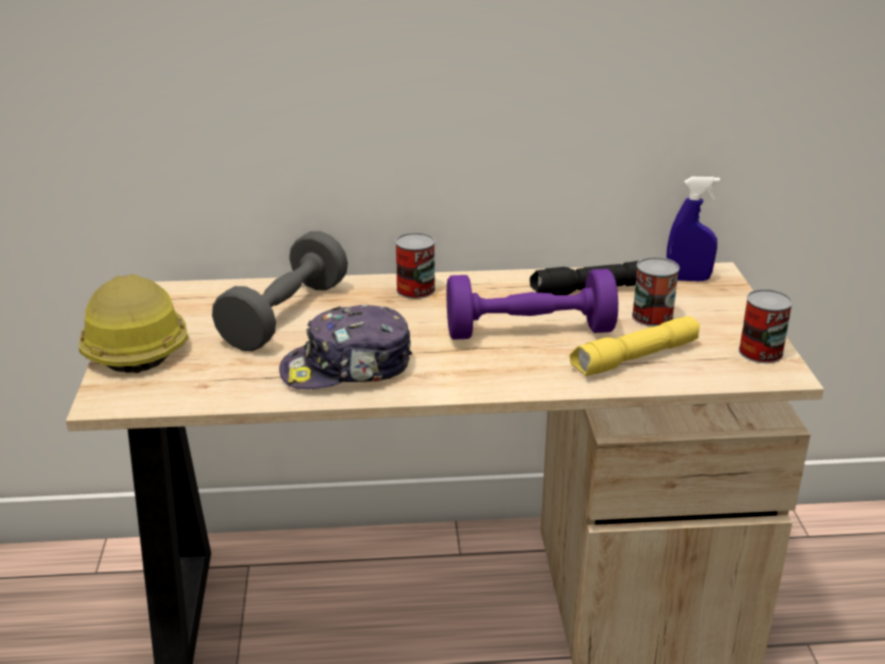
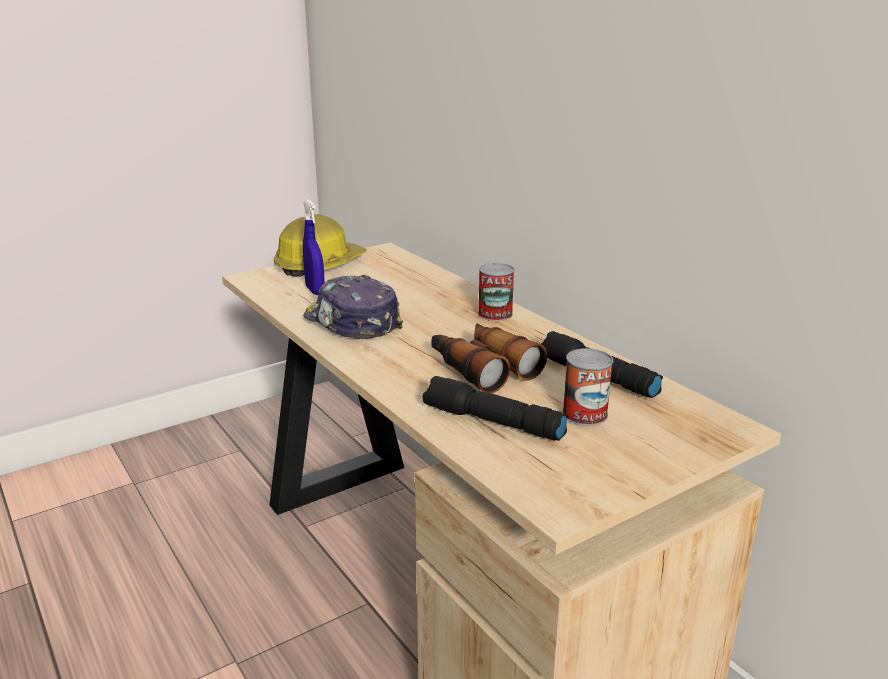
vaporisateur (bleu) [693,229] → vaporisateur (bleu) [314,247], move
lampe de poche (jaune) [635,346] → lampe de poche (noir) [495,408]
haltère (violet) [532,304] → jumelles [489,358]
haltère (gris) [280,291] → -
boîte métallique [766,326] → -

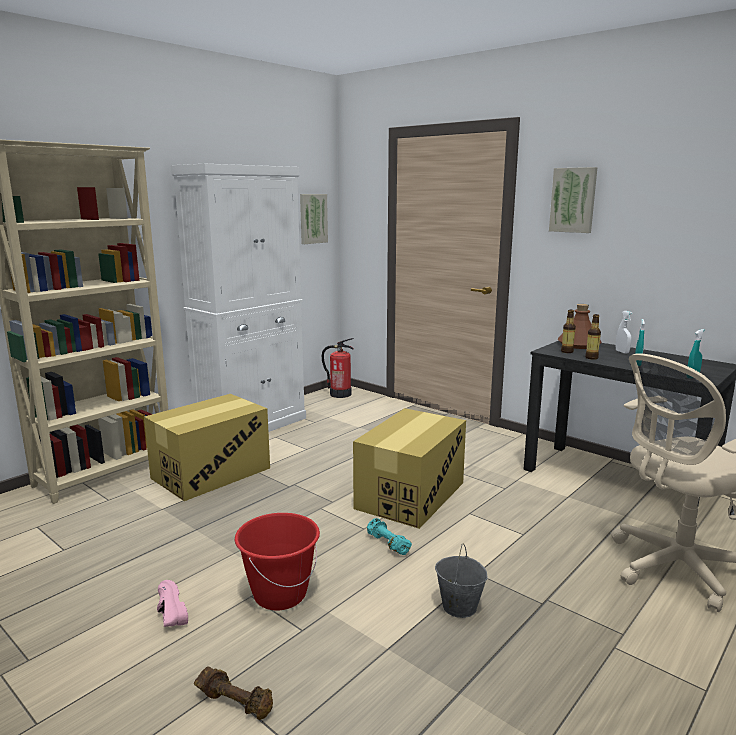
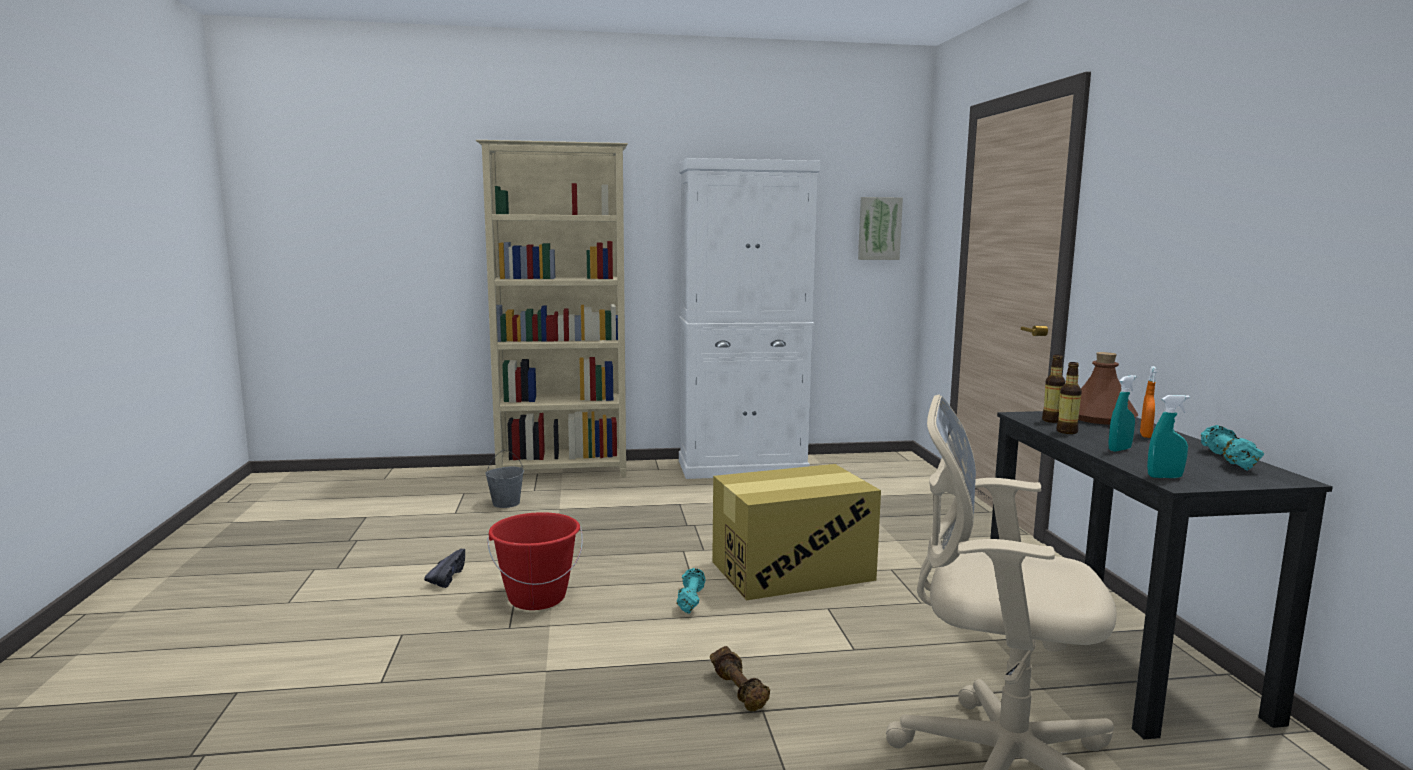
chaussure (rose) [172,603] → chaussure (noir) [444,568]
seau (gris) [461,580] → seau (gris) [504,479], move
haltère (marron) [233,693] → haltère (marron) [740,678], move
vaporisateur (blanc) [624,332] → vaporisateur (orange) [1148,402]
- → haltère (turquoise) [1232,448]
carton [207,447] → -
extincteur [338,368] → -
tableau [573,200] → -

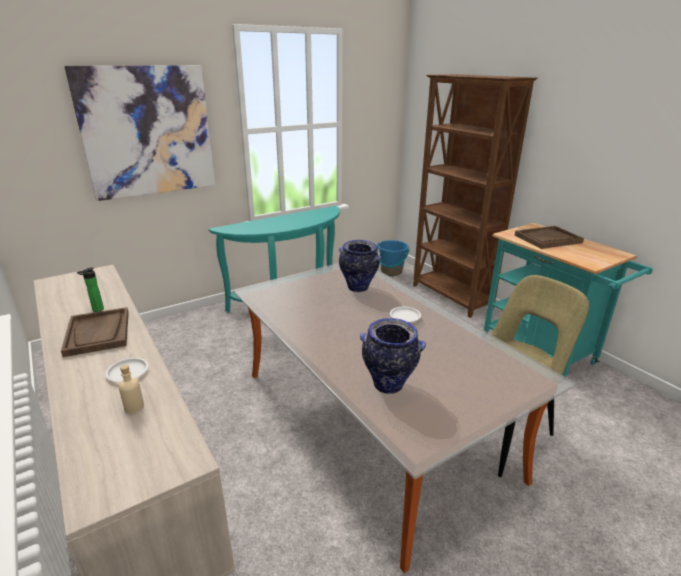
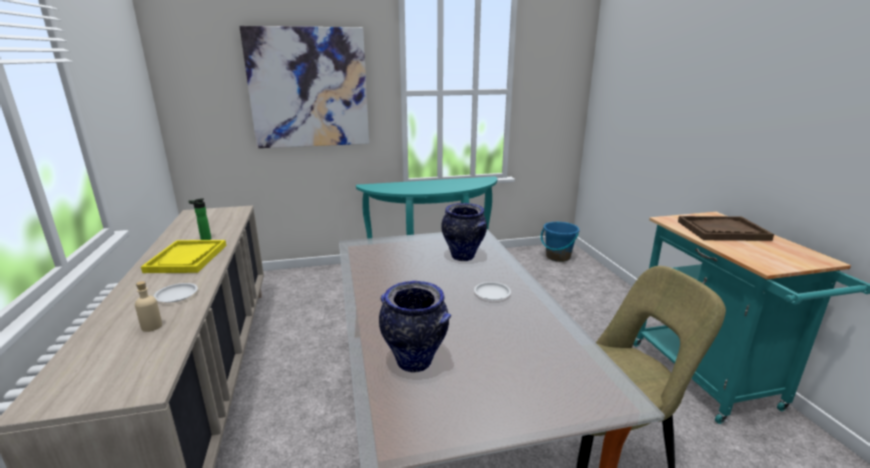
plateau (marron) [95,332] → plateau (jaune) [183,256]
bibliothèque (marron) [475,196] → -

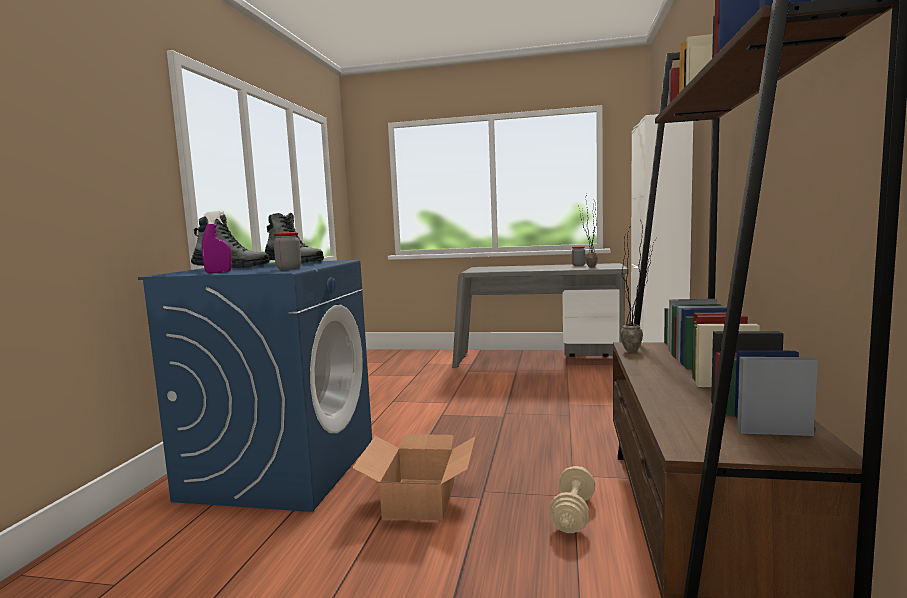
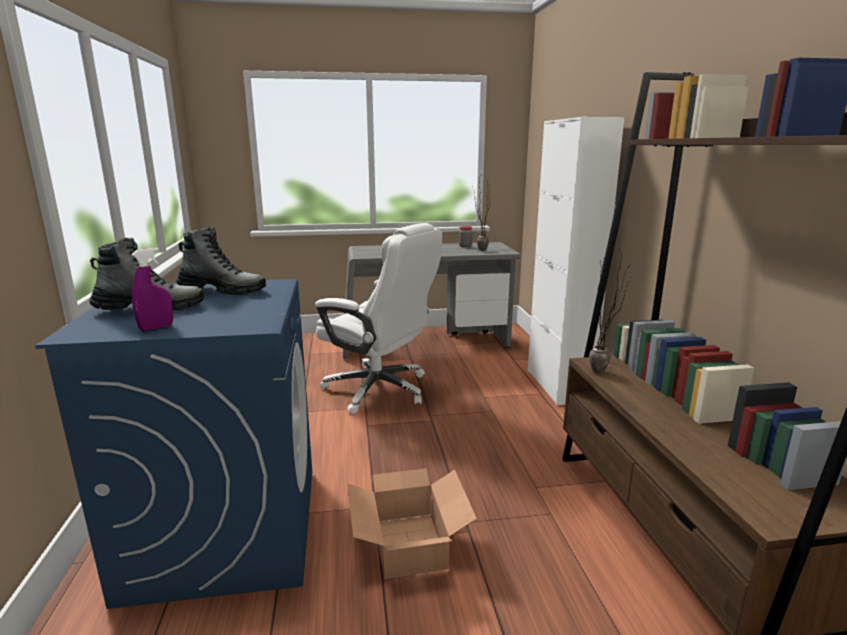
- → chaise de bureau (blanc) [378,318]
bocal [287,251] → -
haltère (beige) [572,499] → -

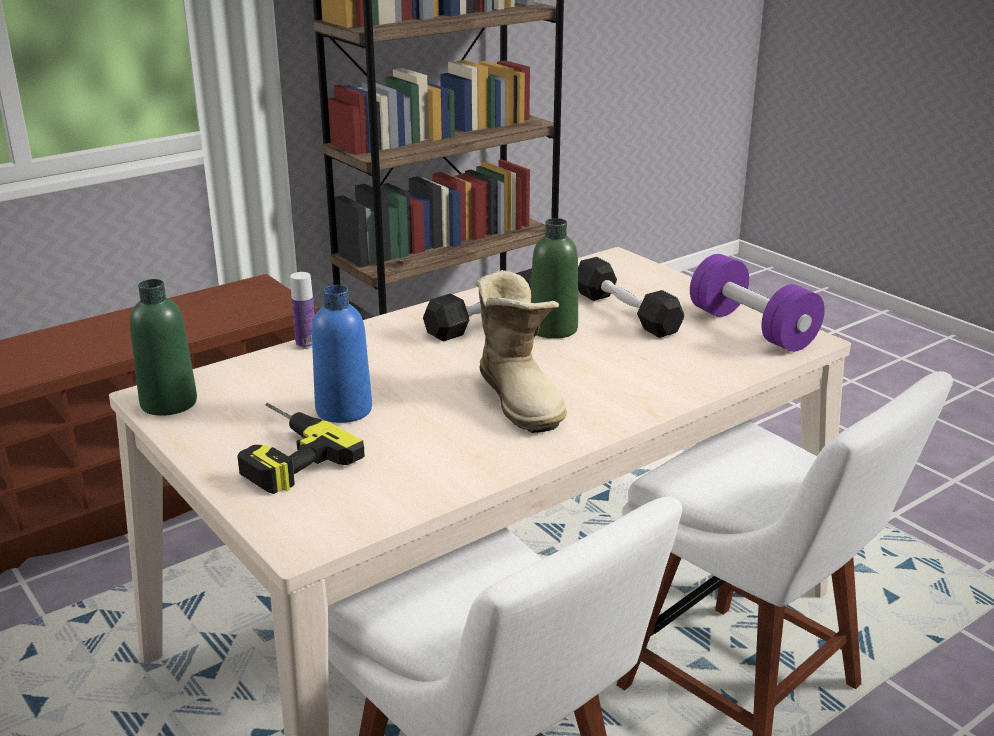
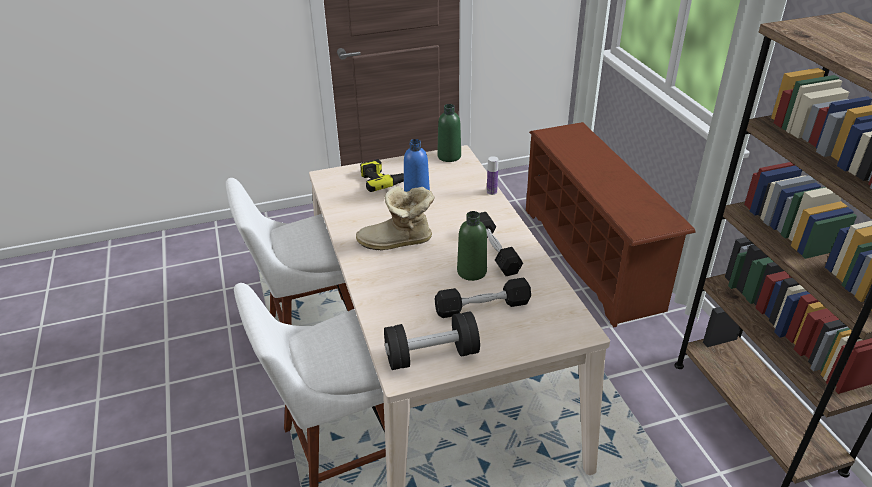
haltère (violet) [757,303] → haltère (noir) [432,341]

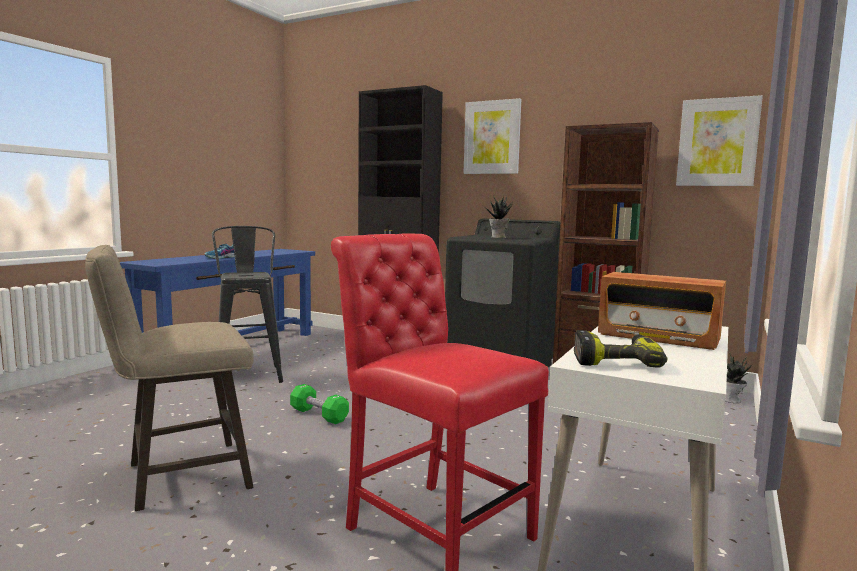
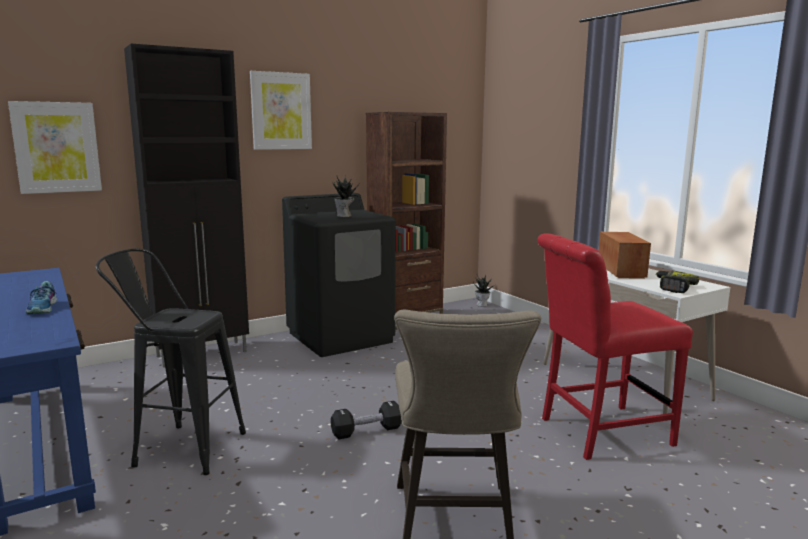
tableau [719,140] → tableau [55,147], move
haltère (vert) [319,404] → haltère (noir) [366,420]
radio [662,311] → radio [625,255], 60 degrees counterclockwise

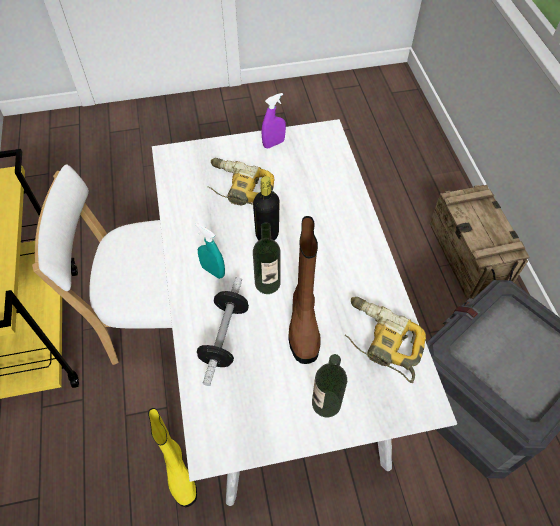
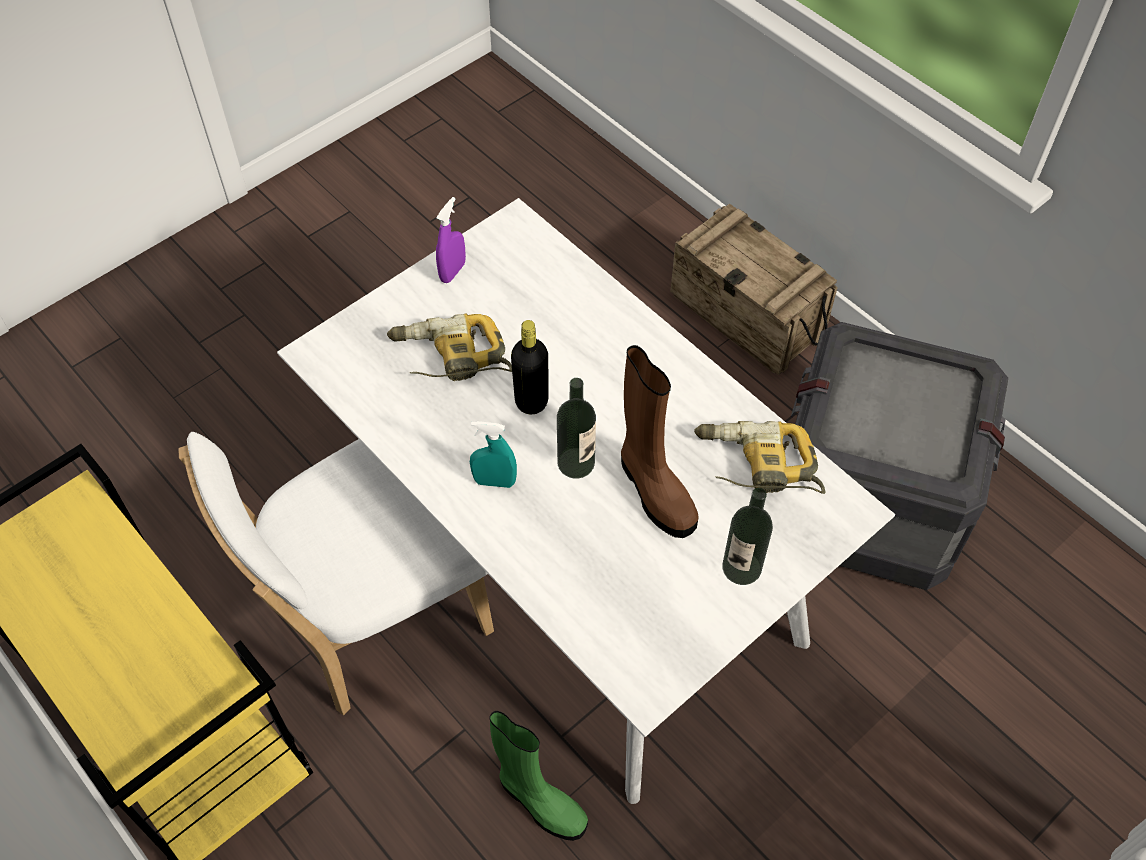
botte (jaune) [172,457] → botte (vert) [539,776]
haltère [223,331] → -

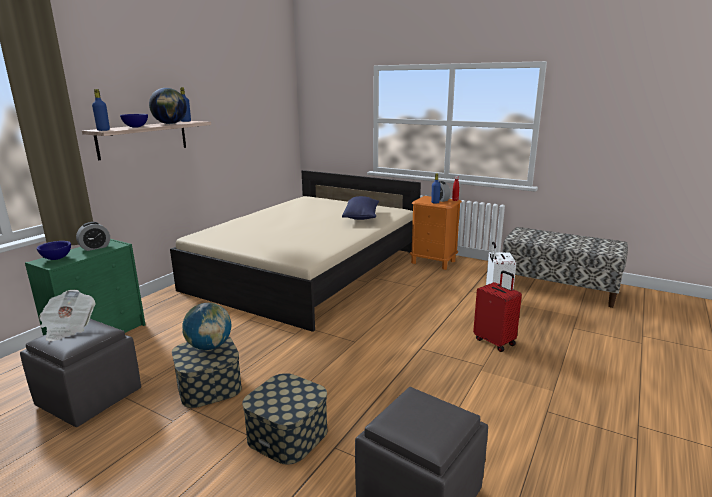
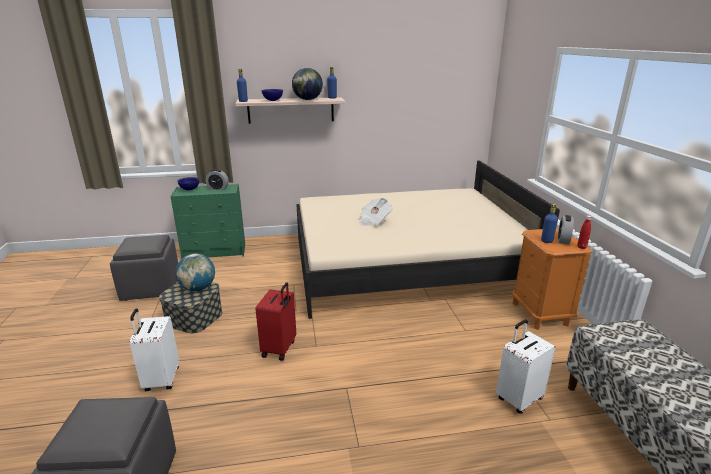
boîte de rangement [284,418] → valise (blanc) [154,349]
valise (rouge) [497,311] → valise (rouge) [276,321], move
journal [67,315] → journal [376,212], move
coussin (bleu) [360,208] → -

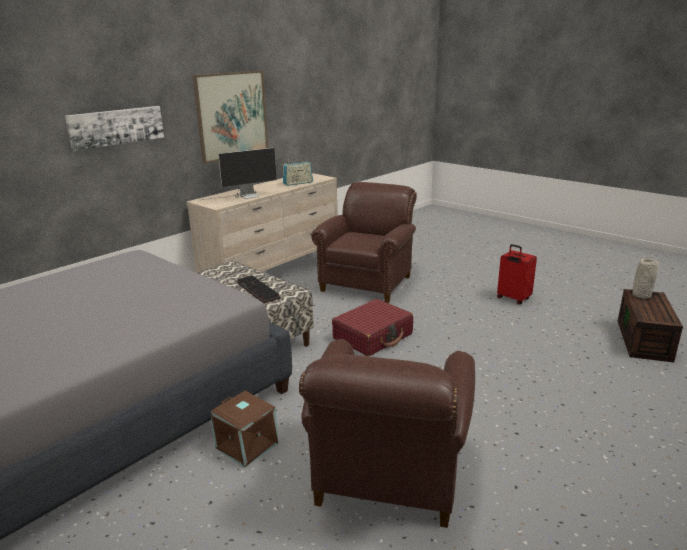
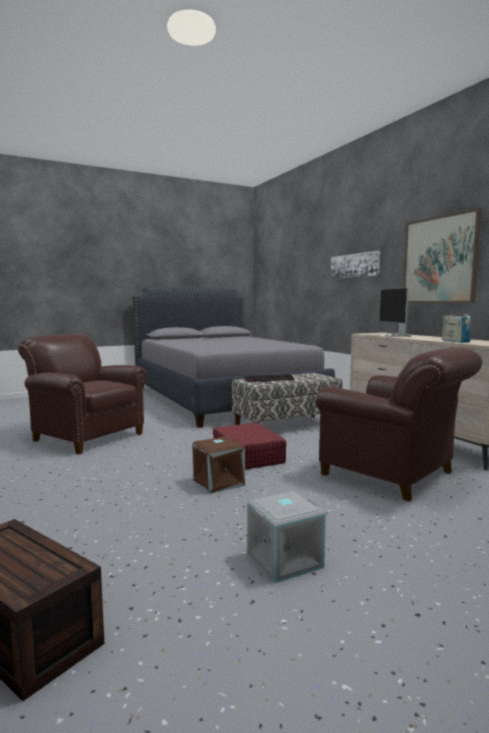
boîte de rangement (marron) [244,429] → boîte de rangement (marron) [218,465], move
valise (rouge) [517,274] → boîte de rangement (gris) [286,537]
vase (gris) [646,278] → -

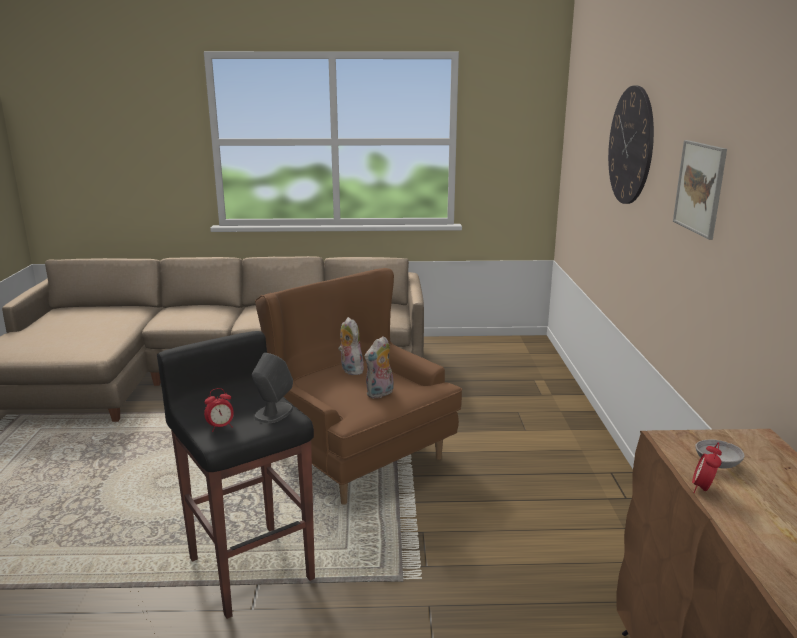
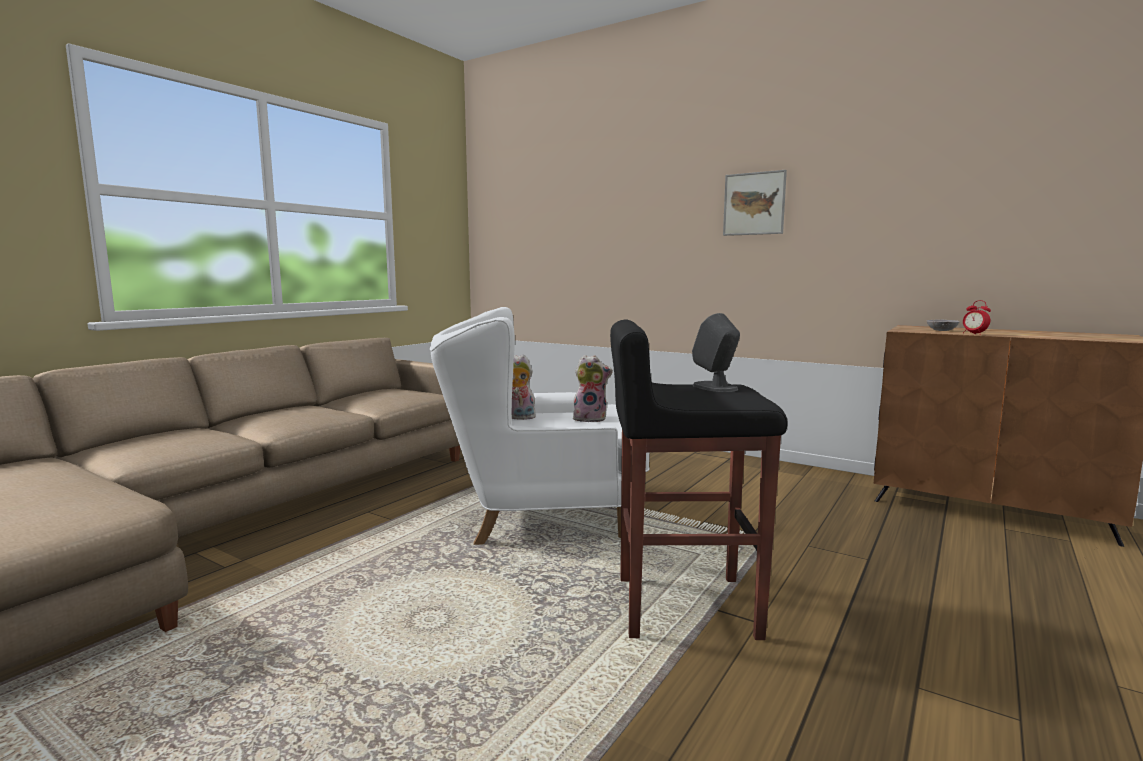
fauteuil (marron) [358,386] → fauteuil (blanc) [539,426]
peluche [379,367] → peluche [593,388], 75 degrees counterclockwise
réveil [219,410] → -
horloge murale [631,145] → -

